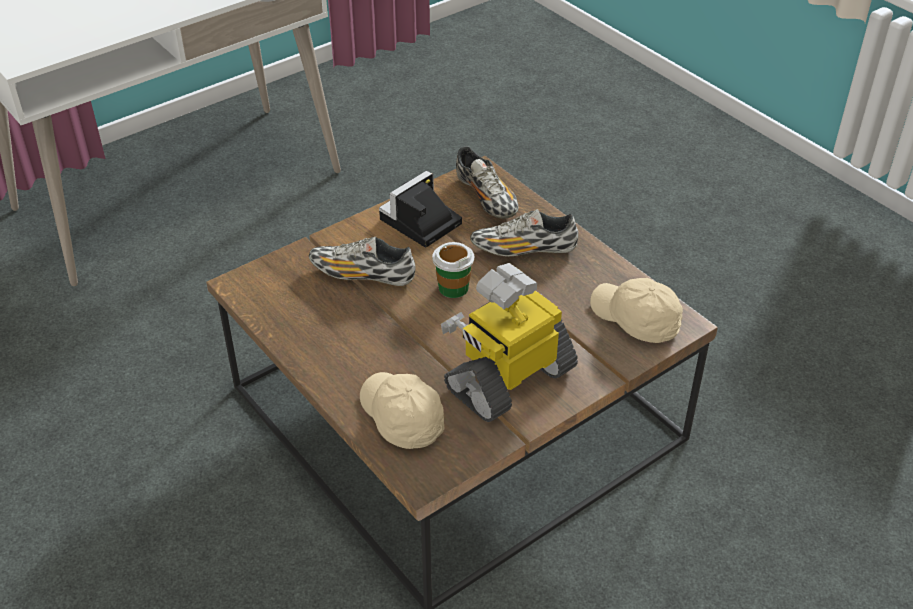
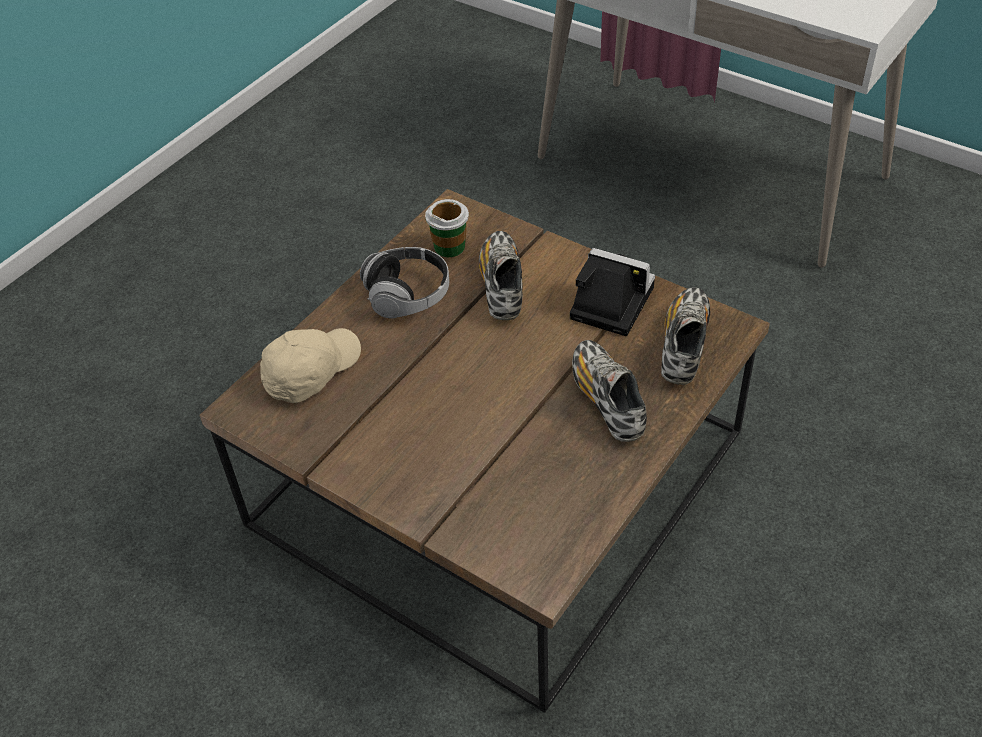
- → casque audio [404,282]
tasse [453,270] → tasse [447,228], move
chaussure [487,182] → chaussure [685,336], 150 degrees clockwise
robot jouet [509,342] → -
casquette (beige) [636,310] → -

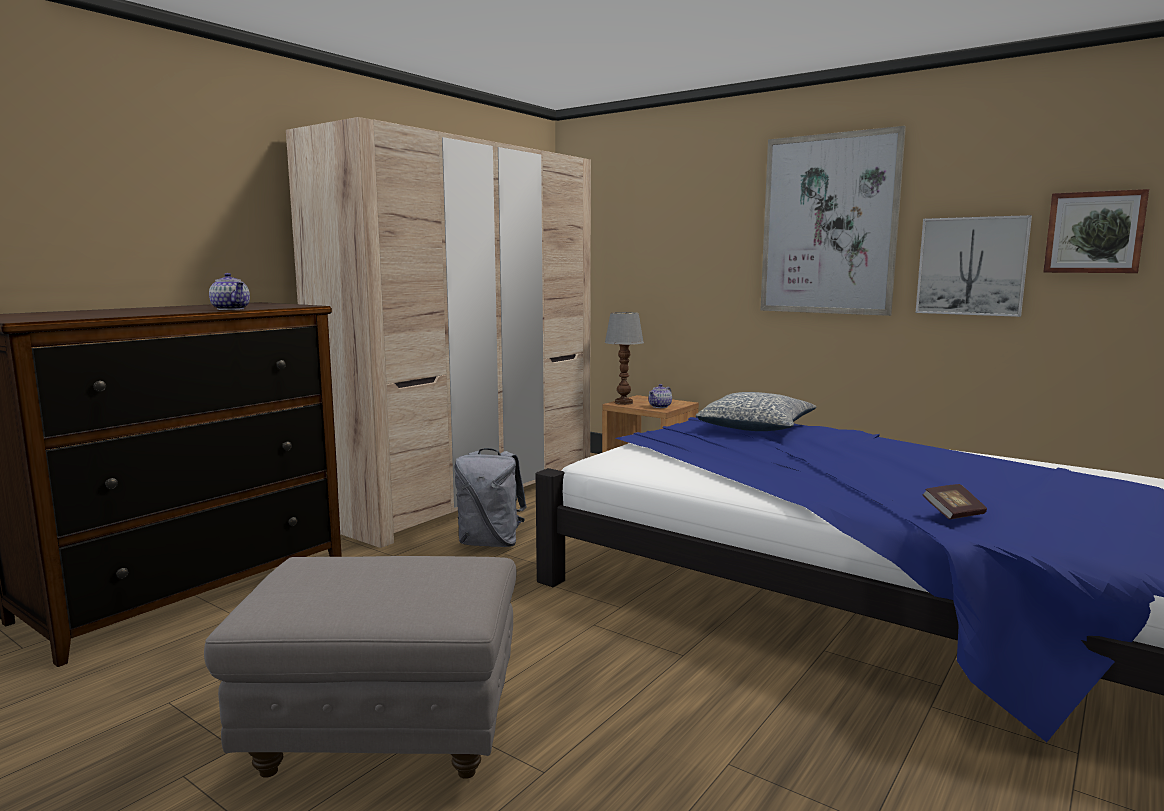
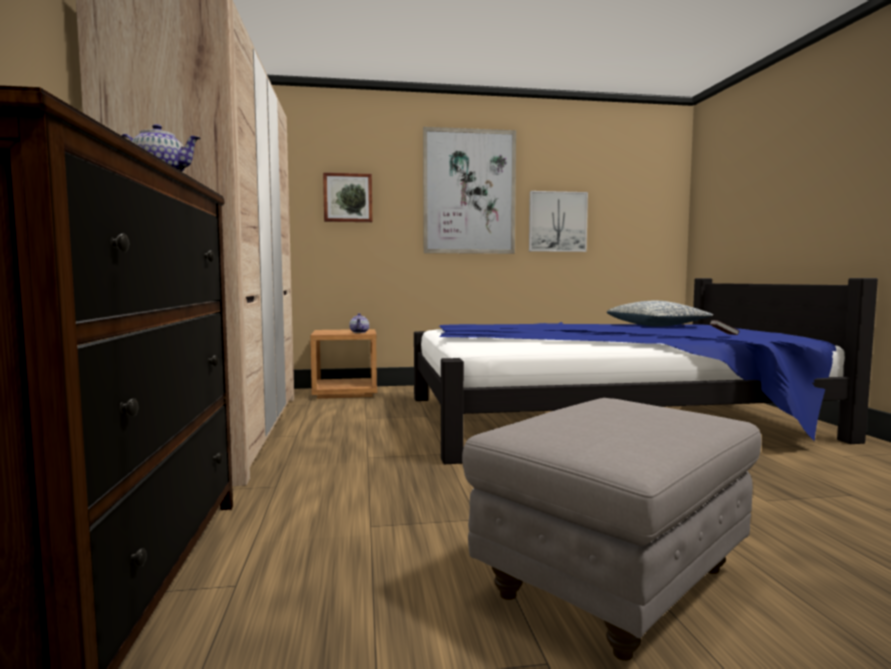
tableau [1096,231] → tableau [347,197], move
coussin [755,411] → coussin [660,314], move
sac à dos (gris) [490,497] → -
lampe de table [624,358] → -

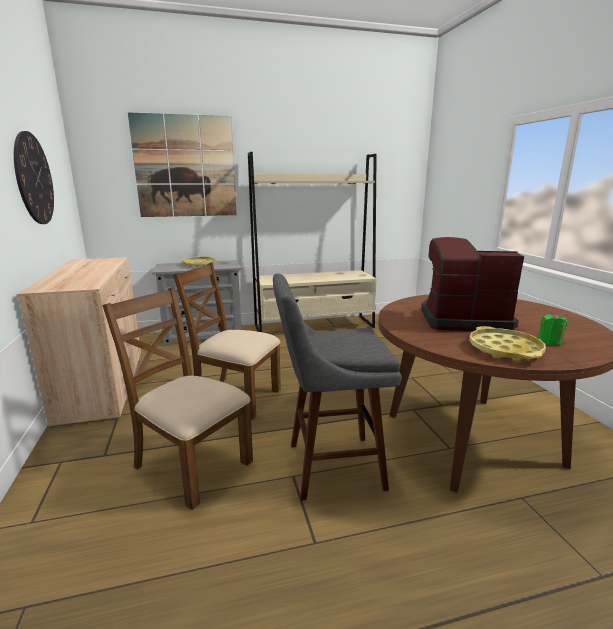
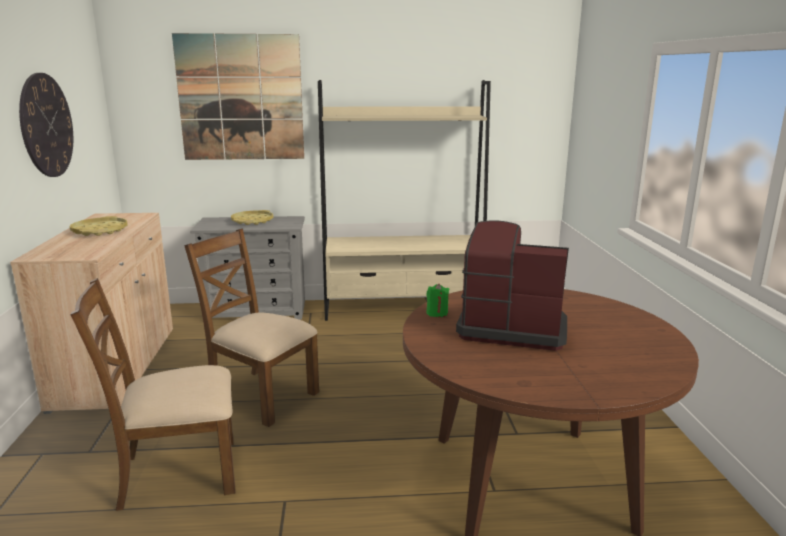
plateau (jaune) [507,343] → plateau (jaune) [98,226], move
chaise (marron) [177,398] → chaise (marron) [153,394], 60 degrees counterclockwise
bougie (vert) [553,329] → bougie (vert) [437,300], move
tabouret (gris) [337,387] → -

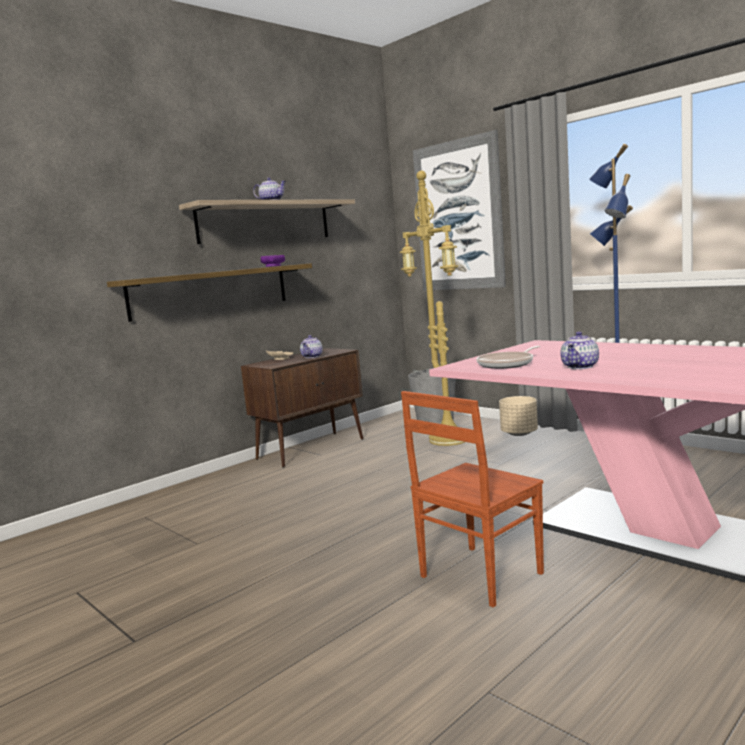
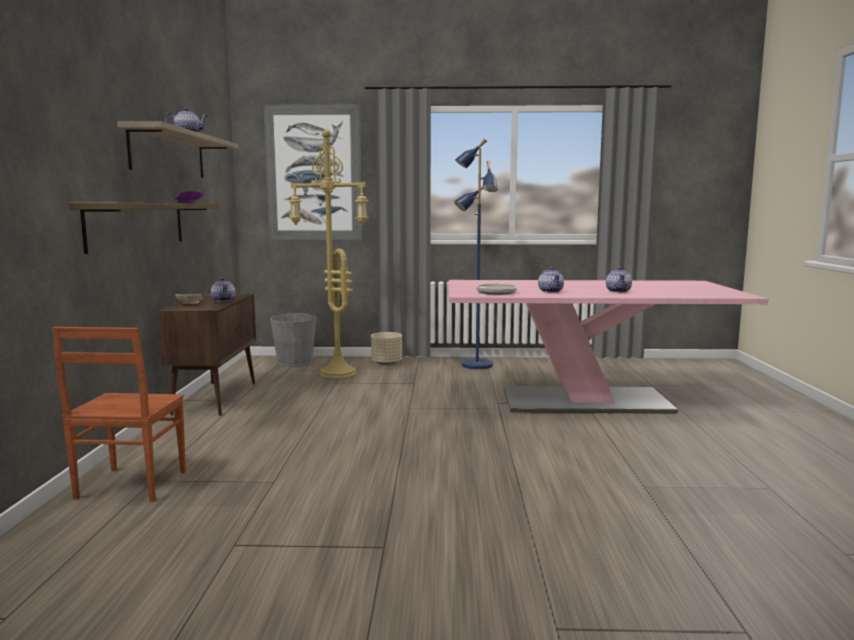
chaise (marron) [472,499] → chaise (marron) [119,414], move
- → théière [619,280]

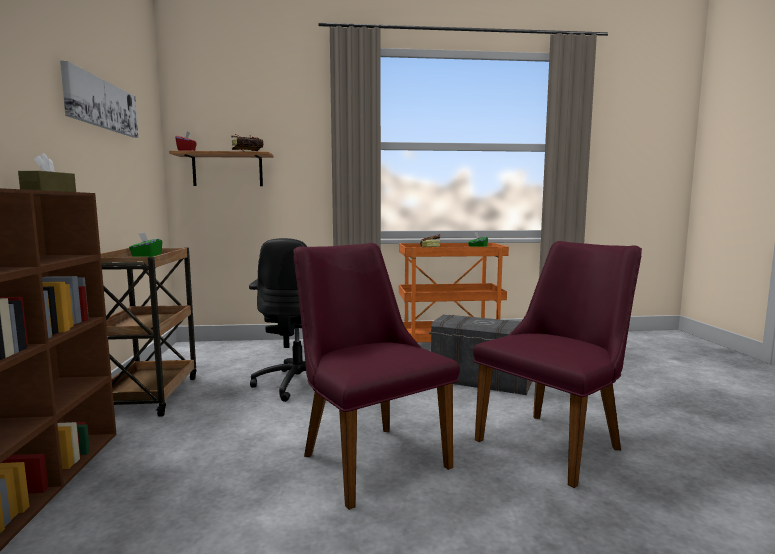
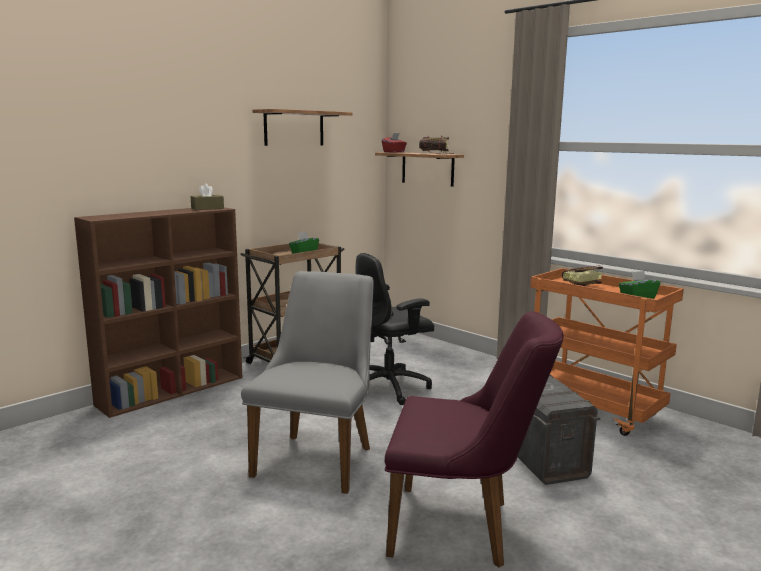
chaise (violet) [377,376] → chaise (gris) [307,382]
tableau [99,99] → étagère [302,127]

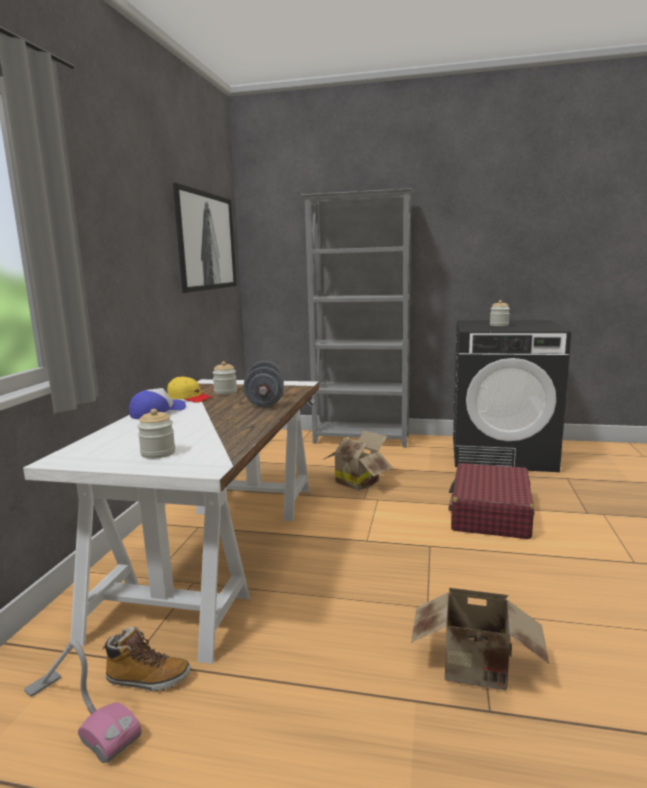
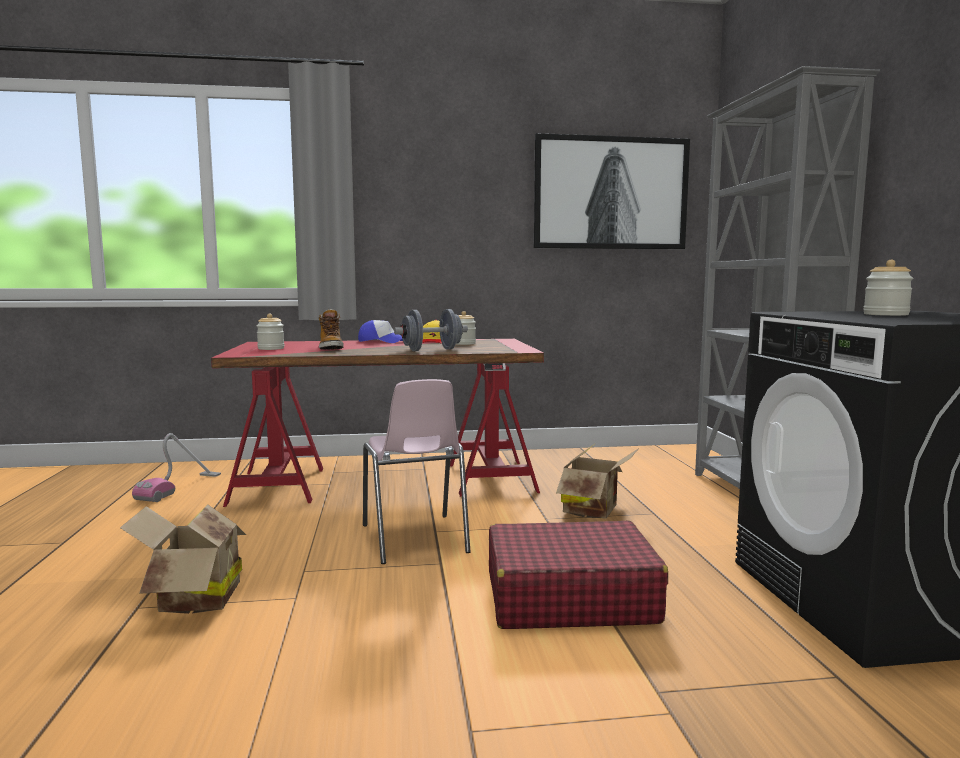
bureau (blanc) [171,521] → bureau (rouge) [377,423]
botte [146,659] → botte [331,329], move
- → chaise (rose) [416,471]

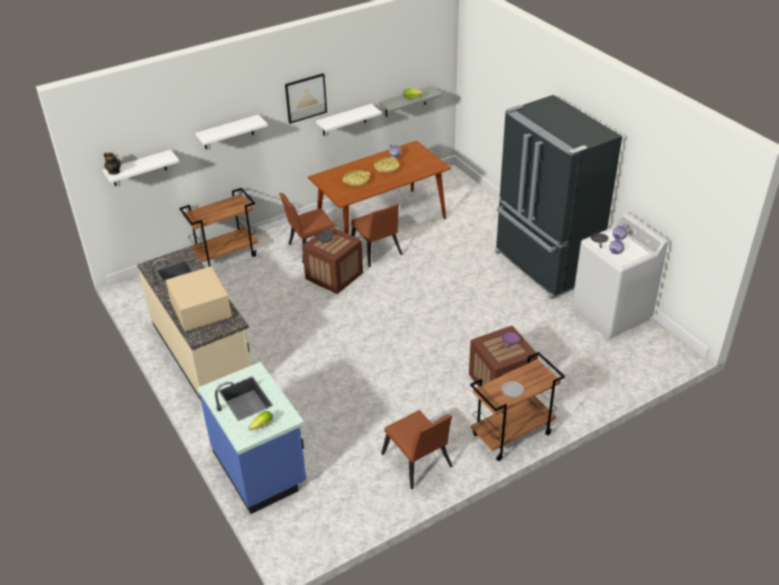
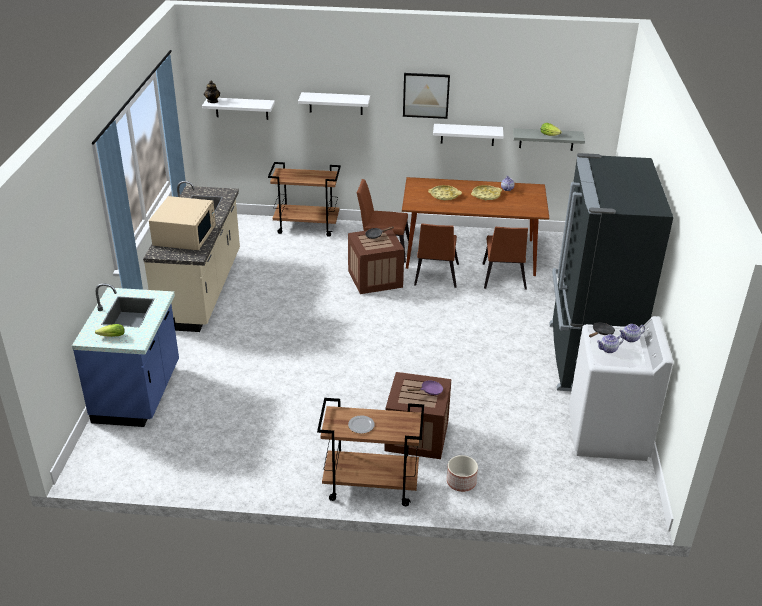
- → cache-pot [462,473]
chaise (marron) [417,449] → chaise (marron) [505,258], move

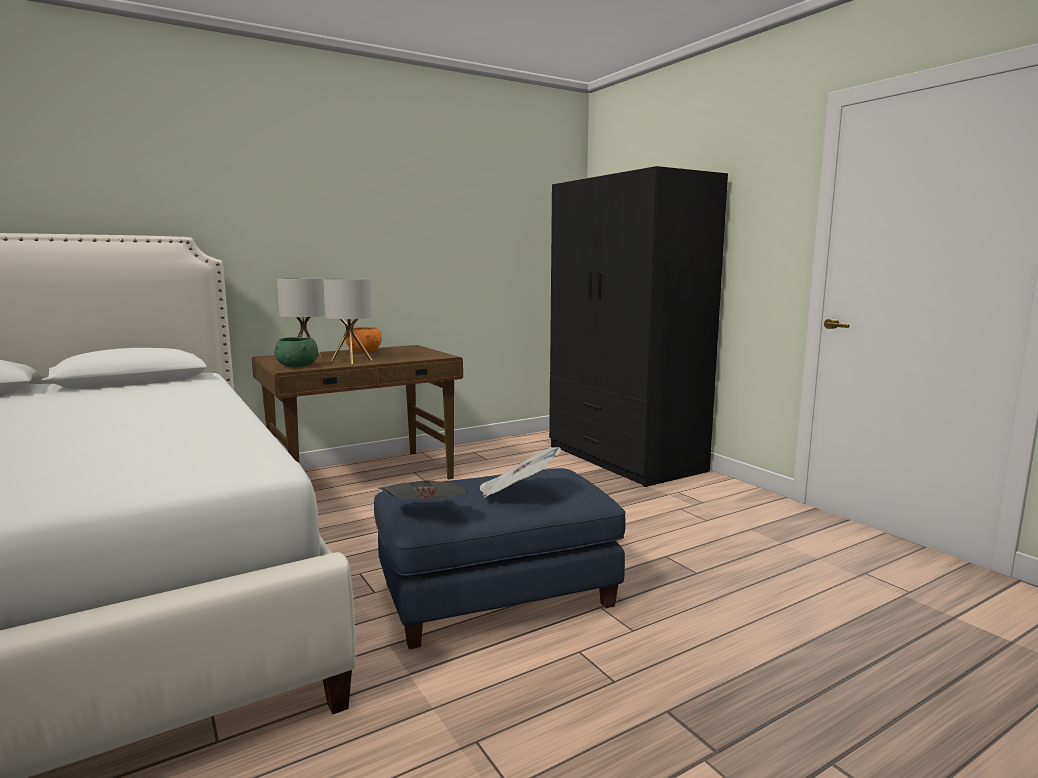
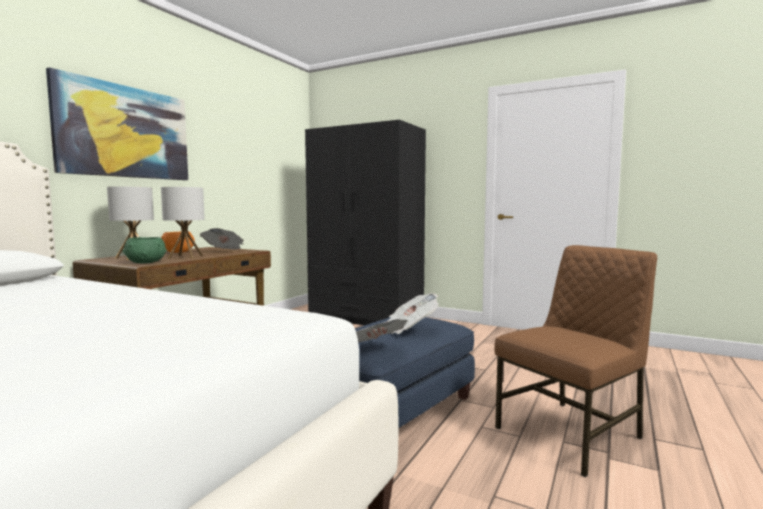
- → tableau [117,123]
- → journal [222,239]
- → chaise (marron) [575,361]

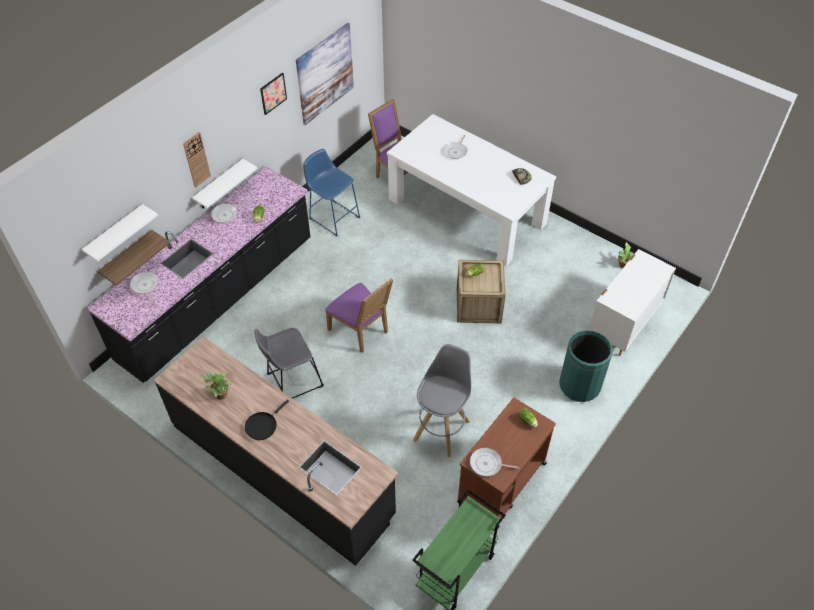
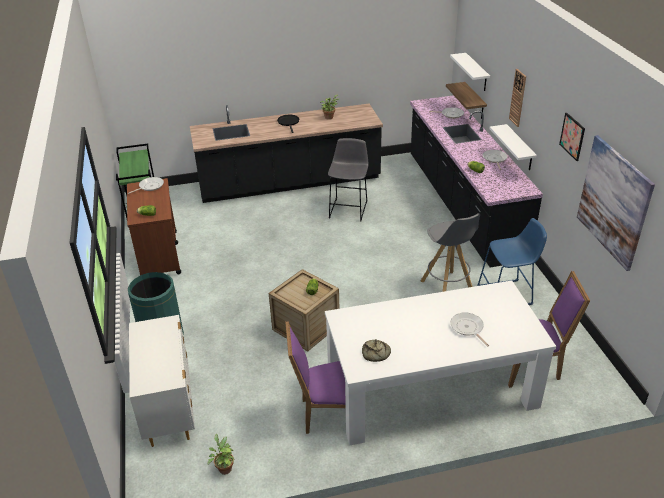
chaise (violet) [359,315] → chaise (violet) [315,377], move
tabouret (gris) [442,400] → tabouret (gris) [450,252], move

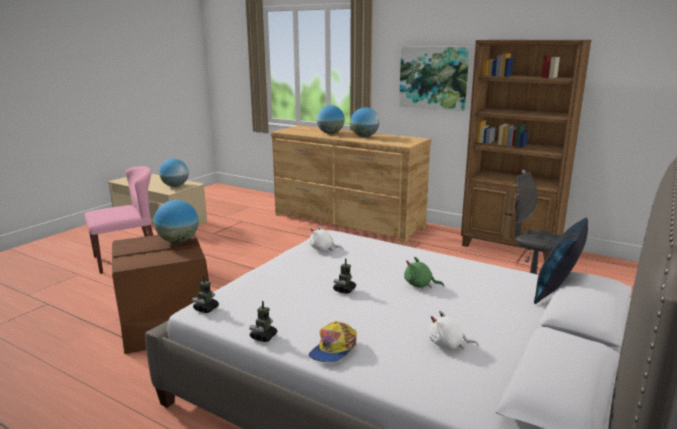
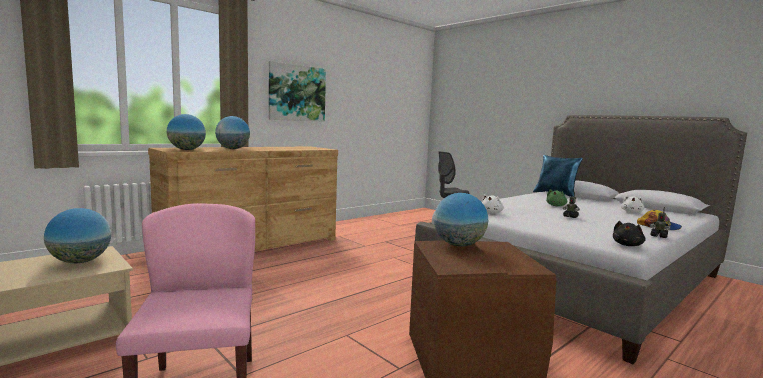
globe [365,122] → globe [186,132], move
robot jouet [205,294] → peluche (noir) [629,233]
bibliothèque (marron) [526,151] → -

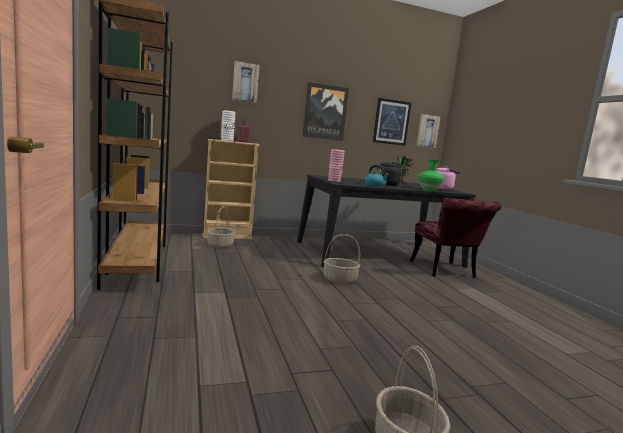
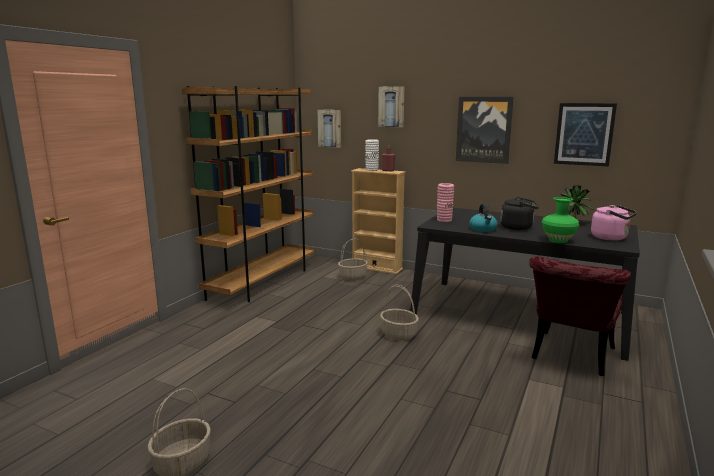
tableau [428,131] → tableau [329,129], move

